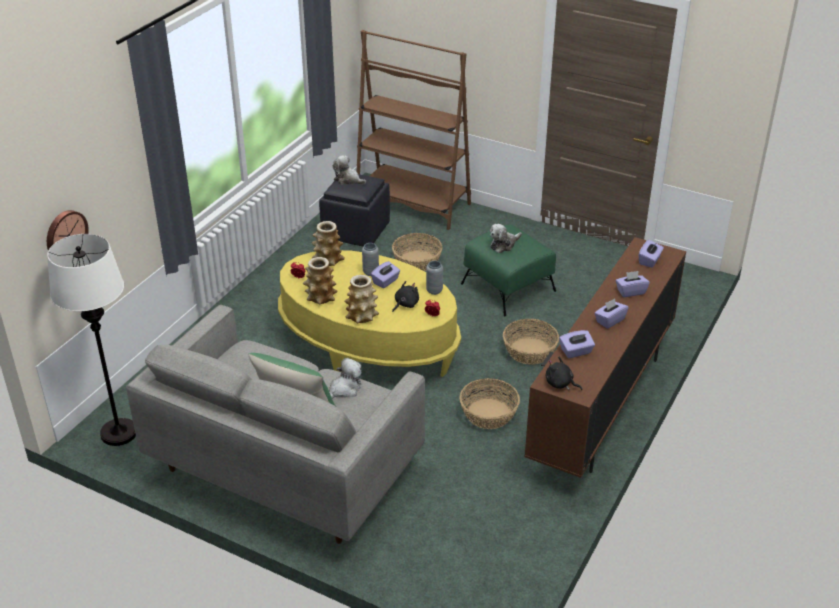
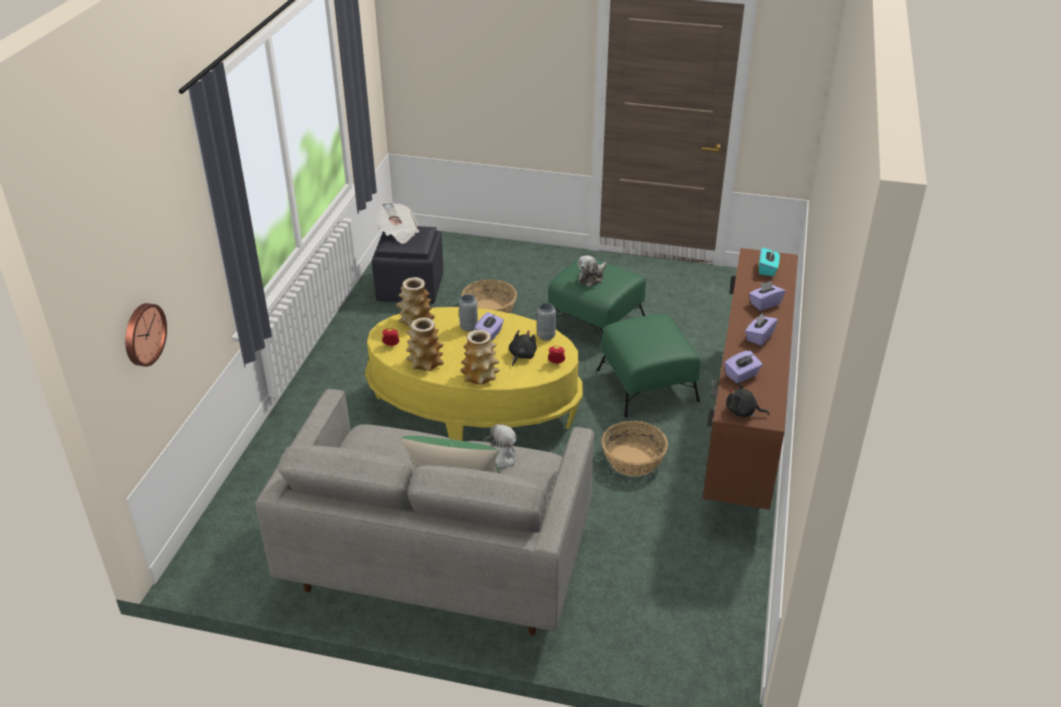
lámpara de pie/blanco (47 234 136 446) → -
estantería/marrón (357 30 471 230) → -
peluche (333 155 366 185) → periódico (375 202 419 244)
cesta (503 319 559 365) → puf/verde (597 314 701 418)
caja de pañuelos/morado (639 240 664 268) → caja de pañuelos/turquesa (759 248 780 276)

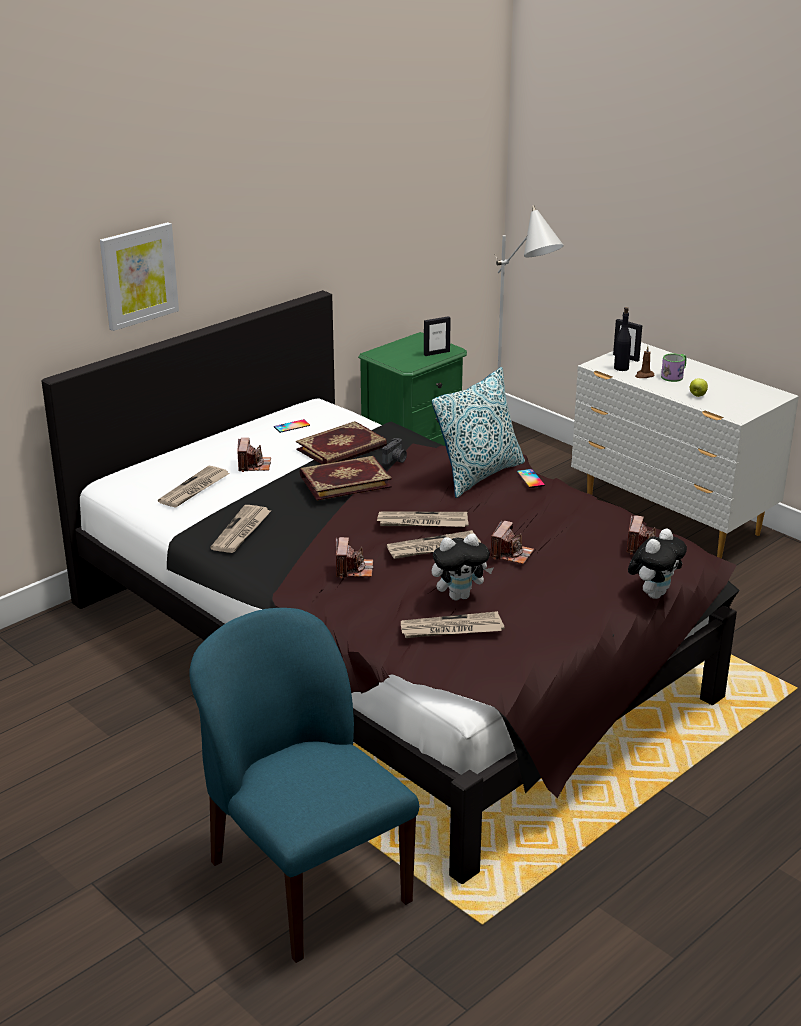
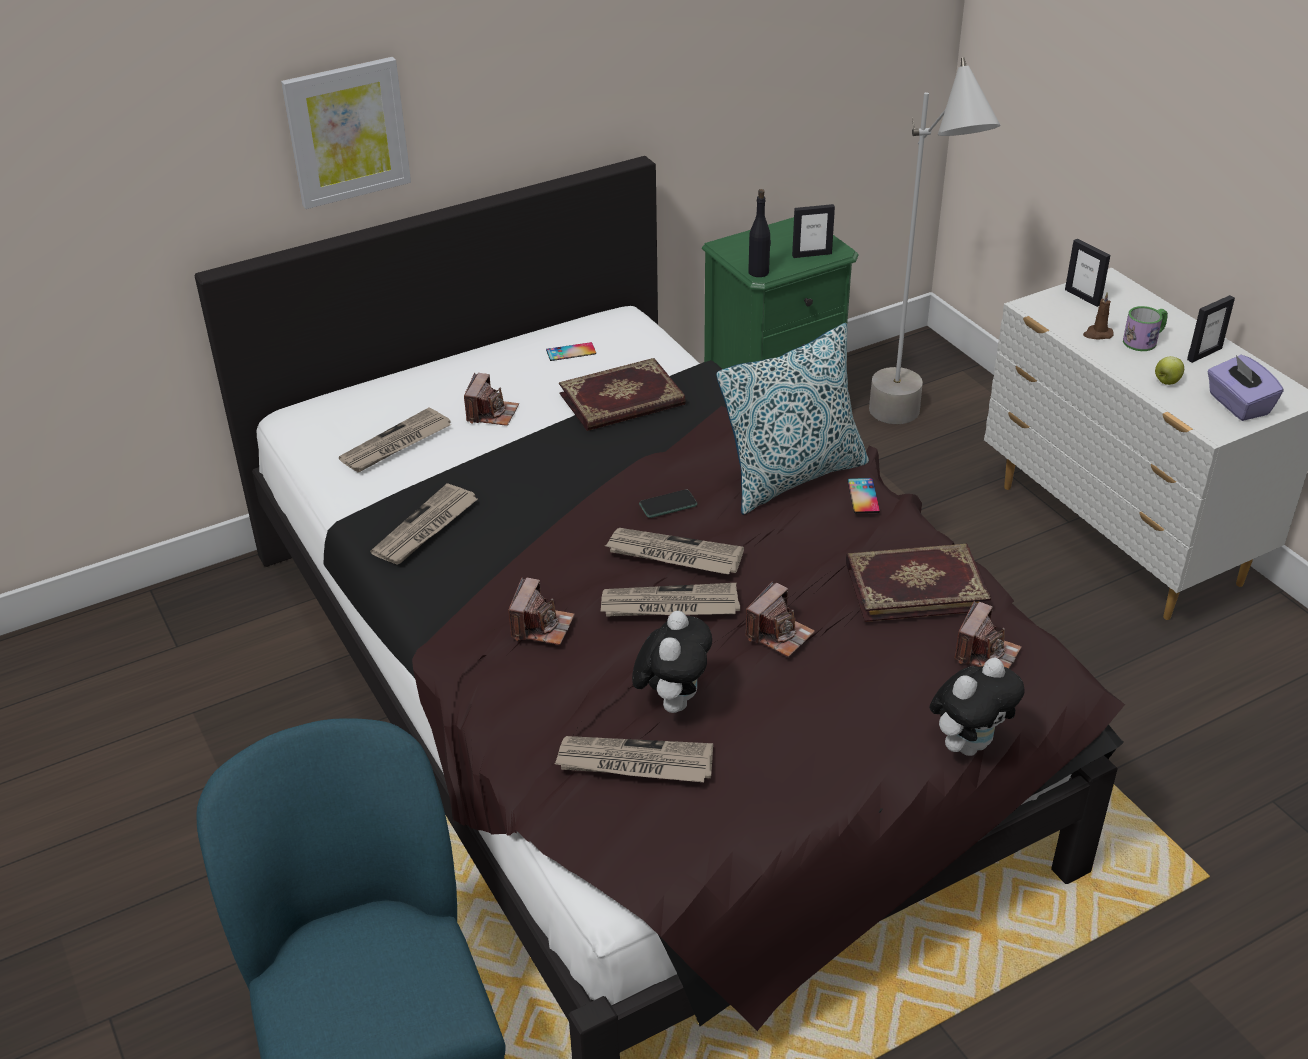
cámara (382 438 407 465) → -
- → móvil (639 490 697 518)
- → portarretratos (1187 295 1235 363)
- → caja de pañuelos/morado (1208 355 1283 421)
libro (300 456 392 500) → libro (846 544 991 622), move
botella/negro (614 307 631 371) → botella/negro (748 189 771 277), move
peluche (432 533 493 600) → peluche (632 611 712 713), 75 degrees counterclockwise

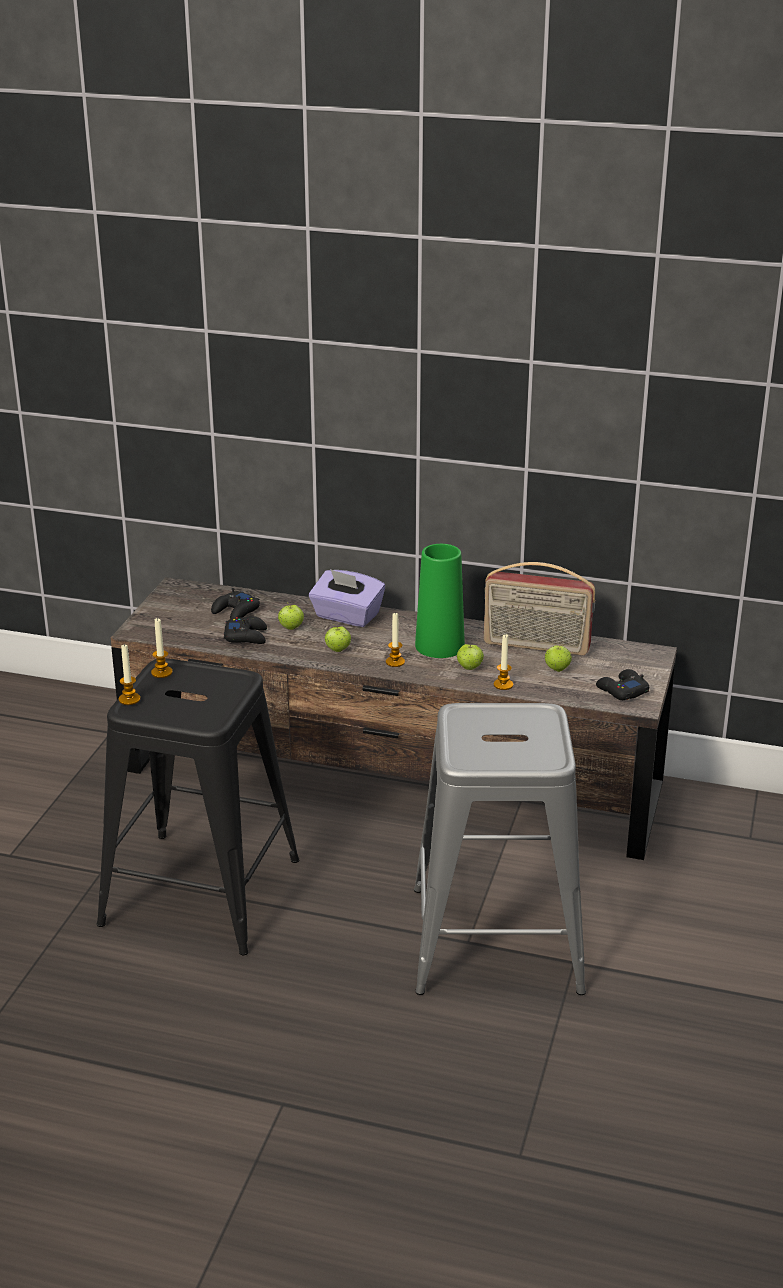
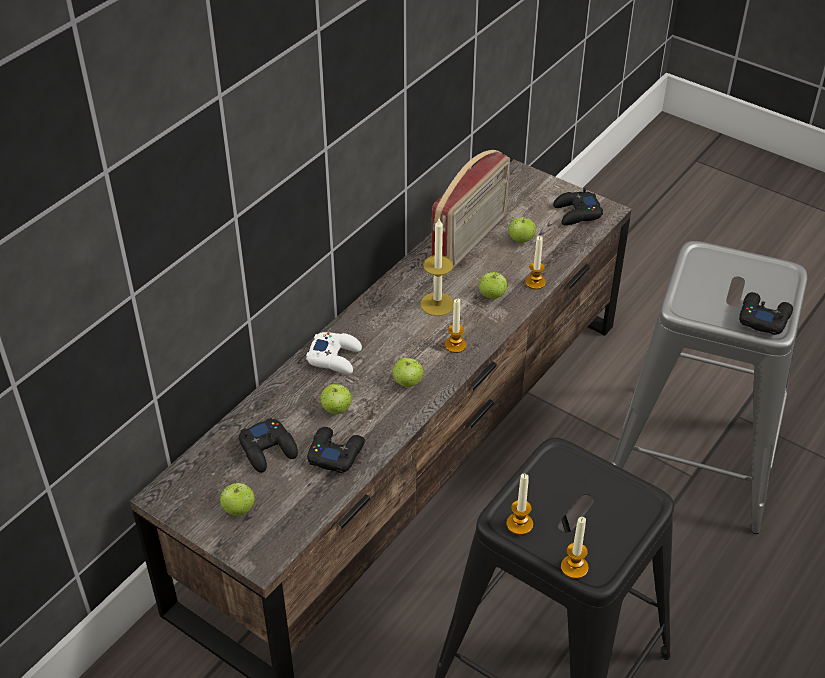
- → manzana (220 483 254 516)
- → mando de consola/negro (739 292 793 335)
caja de pañuelos/morado (309 569 385 627) → mando de consola/blanco (306 332 362 374)
florero/verde (415 544 465 658) → vela (420 219 454 316)

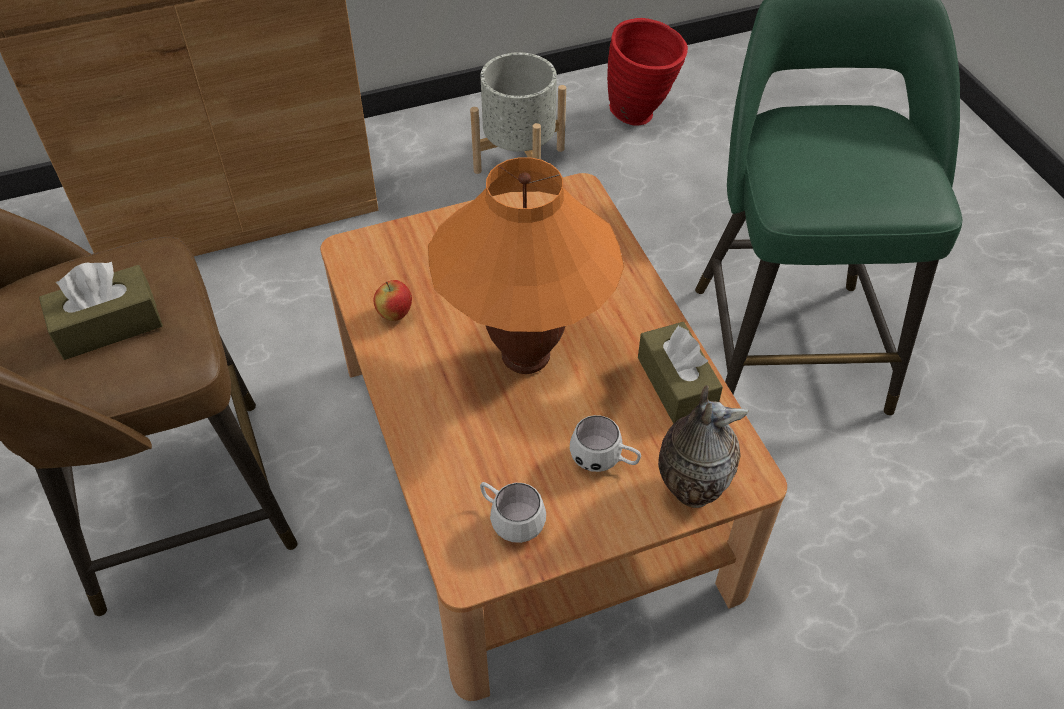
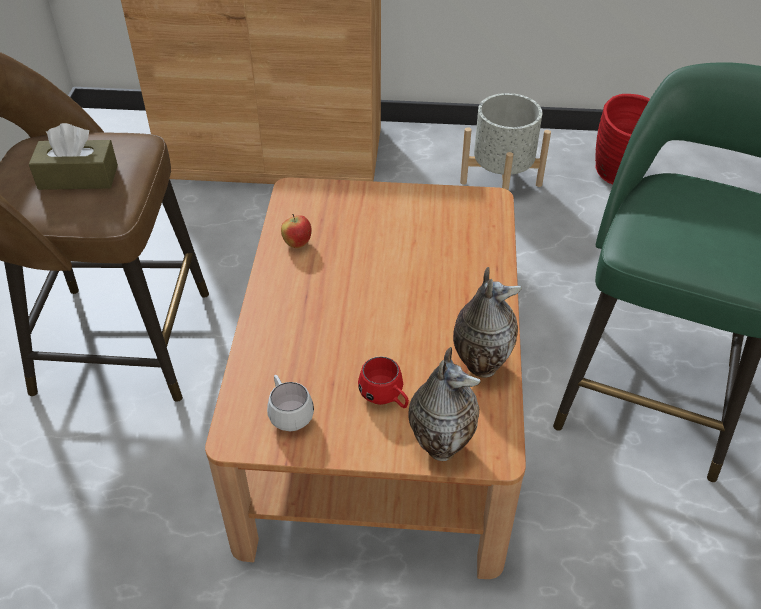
lámpara de mesa/naranja (428 157 624 374) → -
caja de pañuelos/marrón (638 322 723 423) → florero (453 267 522 378)
taza grande/blanco (570 415 641 472) → taza grande/rojo (358 356 409 408)

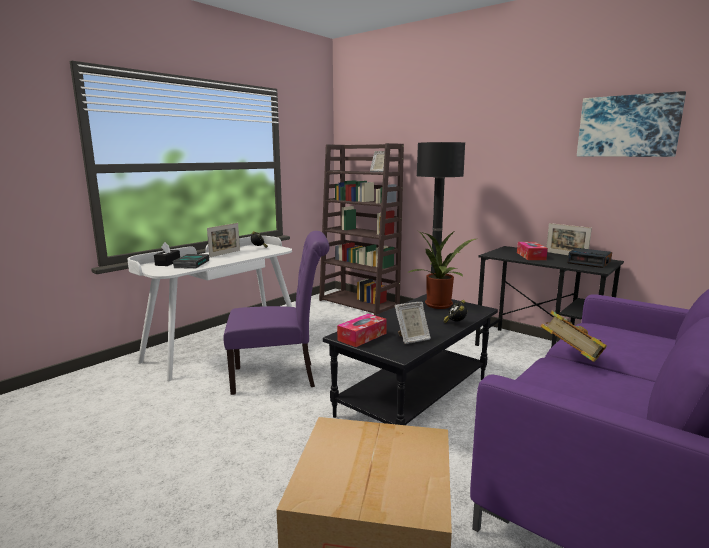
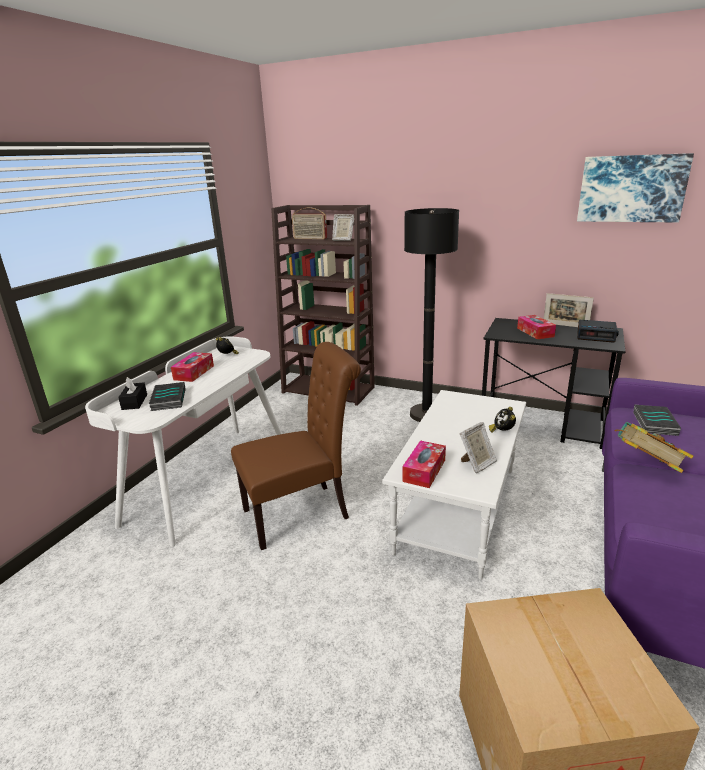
planta en maceta (407 230 476 309) → -
- → radio (292 207 327 240)
- → libro (633 404 681 436)
portarretratos (207 223 240 258) → caja de pañuelos (171 352 214 382)
silla/morado (223 231 330 395) → silla/marrón (231 342 361 550)
mesa de centro/negro (323 294 498 425) → mesa de centro/blanco (382 390 526 580)

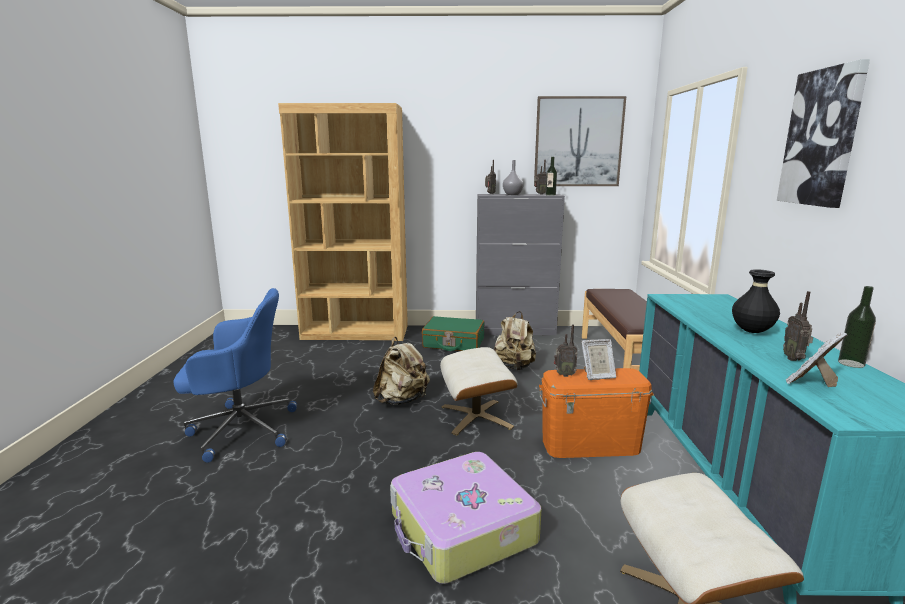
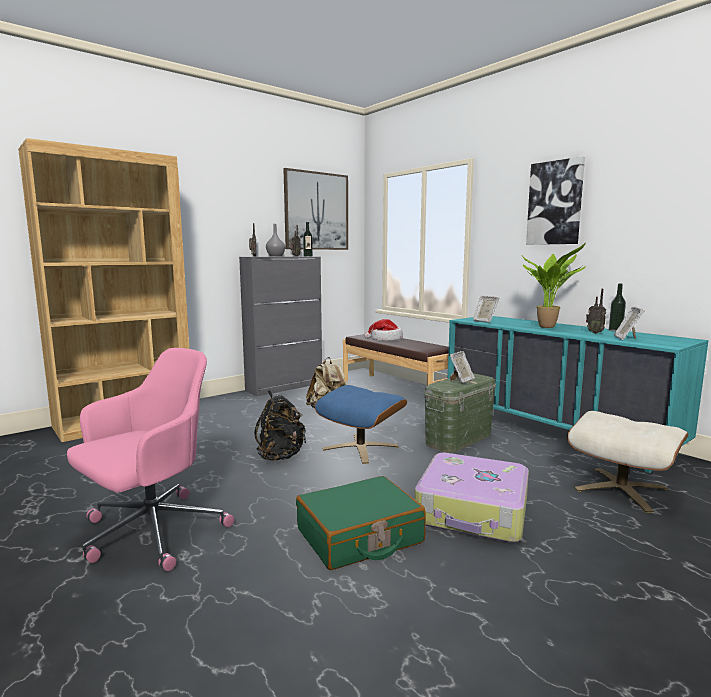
radio (554 324 578 377) → -
- → sombrero (364 319 403 341)
- → portarretratos (473 296 499 323)
maleta/verde (422 316 484 351) → maleta/verde (296 476 426 570), move
florero/negro (732 269 780 333) → planta en maceta (522 243 586 328)
silla de oficina/azul (173 288 297 463) → silla de oficina/rosa (67 348 234 571)
mochila/beis (373 337 430 405) → mochila/negro (254 390 306 460)
puf/beis (440 347 518 436) → puf/azul (315 385 407 464)
caja de almacenaje/naranja (539 368 654 458) → caja de almacenaje/verde (424 373 496 453)

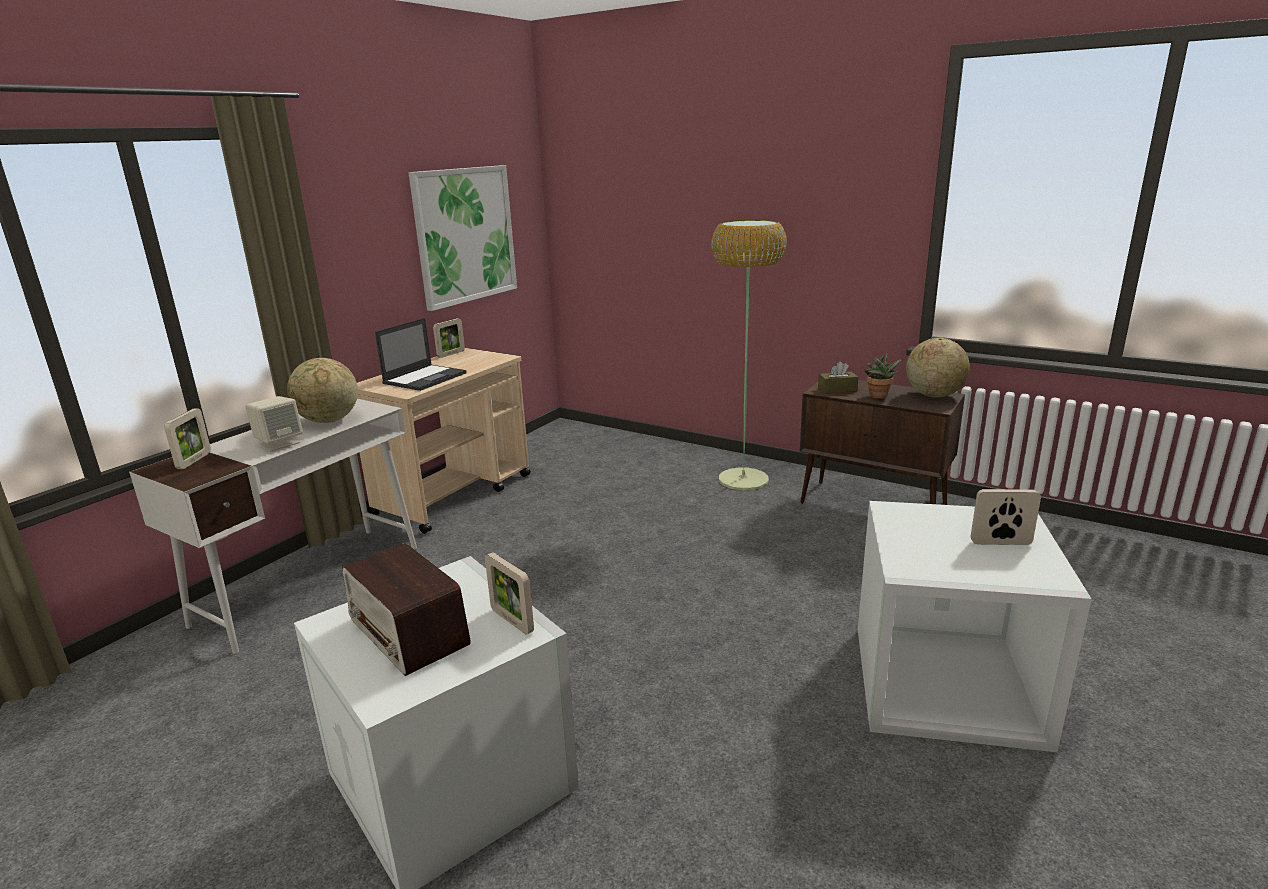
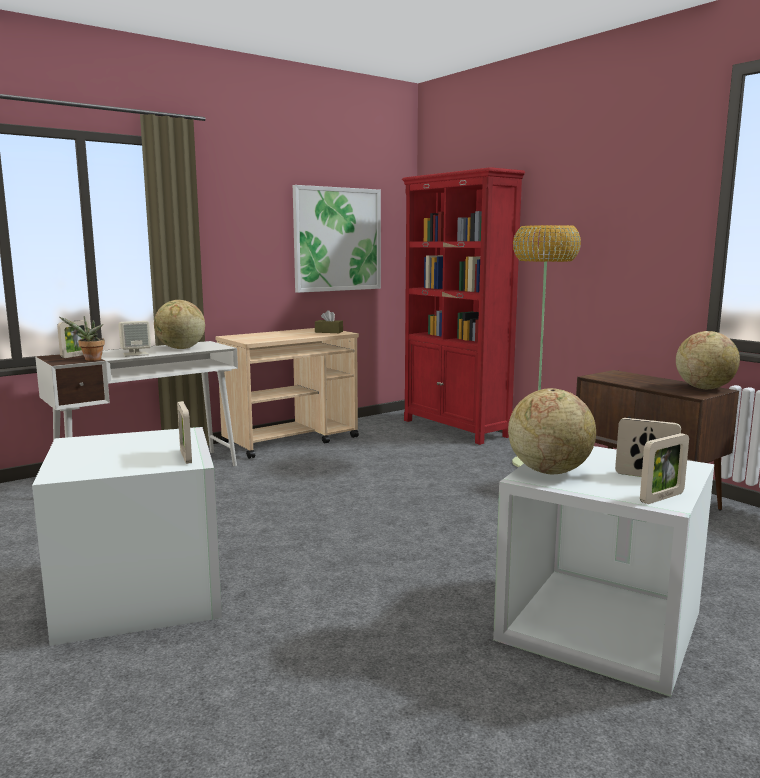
radio (342 543 471 676) → -
portátil (375 318 467 391) → -
- → estantería/rojo (402 167 525 445)
- → globo terráqueo (508 388 596 474)
portarretratos (433 318 465 358) → portarretratos (640 433 689 504), move
caja de pañuelos/marrón (818 361 858 393) → caja de pañuelos/marrón (315 310 343 333), move
planta en maceta (864 352 903 399) → planta en maceta (59 316 105 361), move

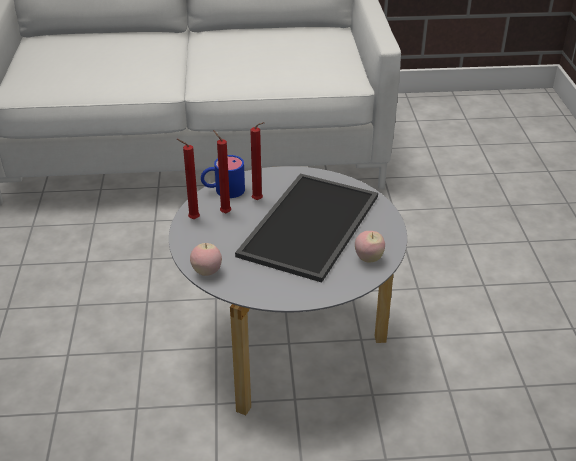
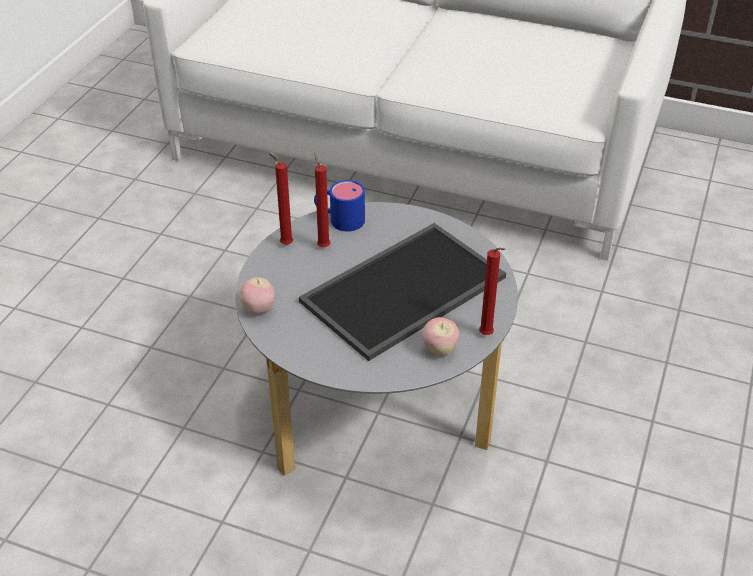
vela/rojo (250 122 265 200) → vela/rojo (479 248 506 335), move

